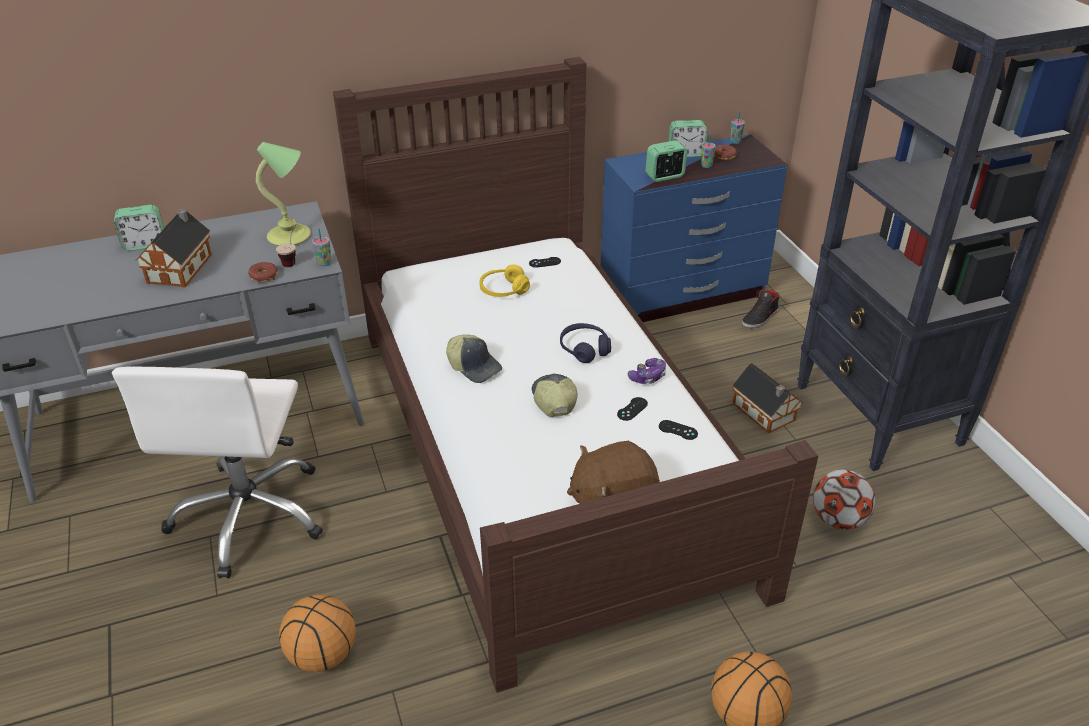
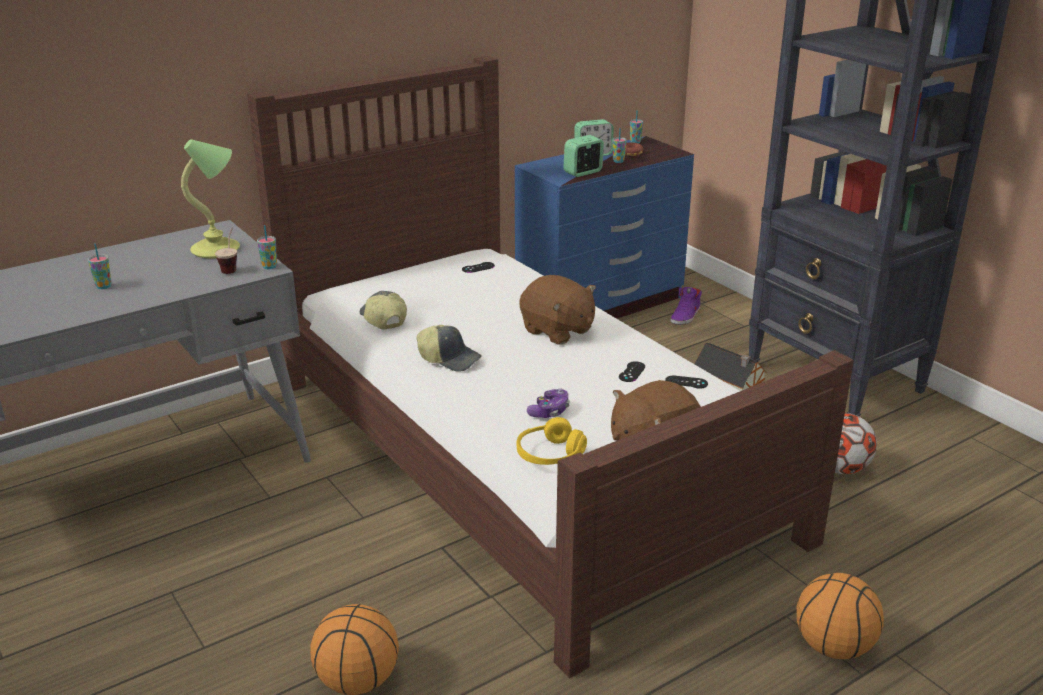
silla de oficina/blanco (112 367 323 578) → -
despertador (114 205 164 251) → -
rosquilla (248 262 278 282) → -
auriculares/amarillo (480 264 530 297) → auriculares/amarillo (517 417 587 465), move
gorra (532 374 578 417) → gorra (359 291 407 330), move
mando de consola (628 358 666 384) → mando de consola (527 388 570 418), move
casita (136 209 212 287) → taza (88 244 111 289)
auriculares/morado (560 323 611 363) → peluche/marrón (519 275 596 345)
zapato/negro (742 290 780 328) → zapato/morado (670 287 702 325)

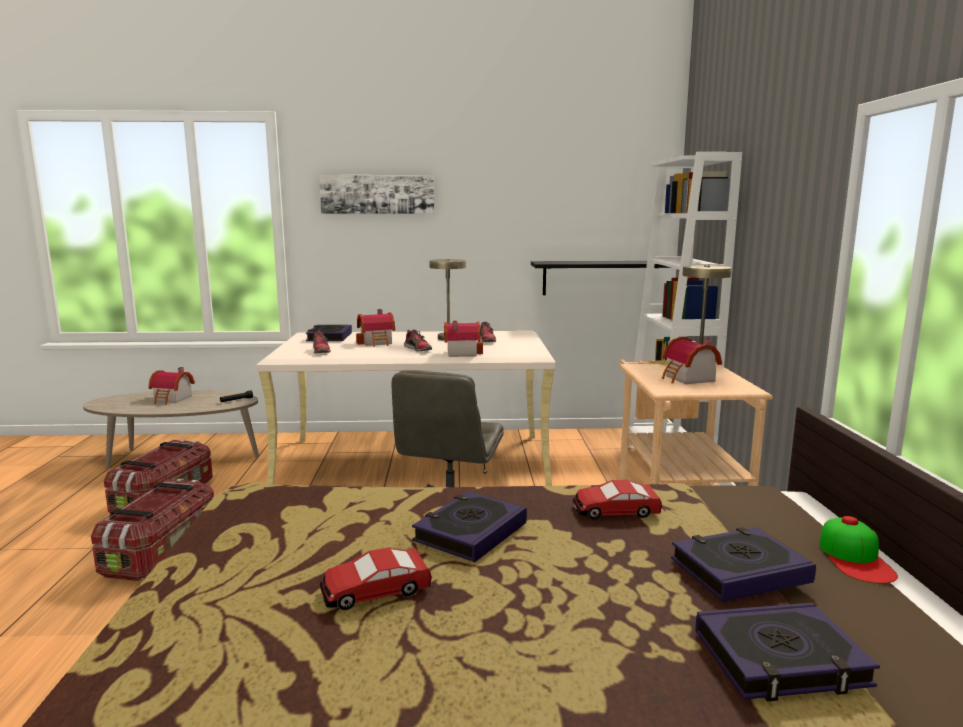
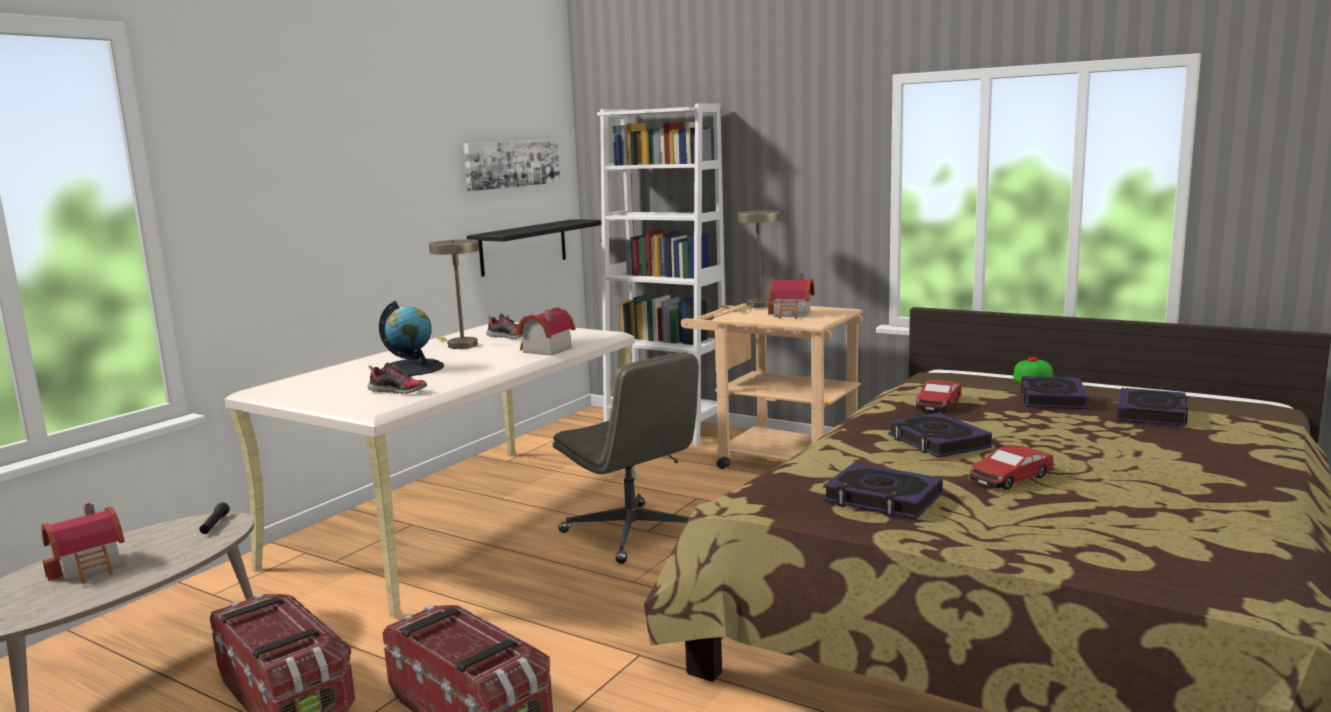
zapato (404 329 432 352) → -
libro (306 325 352 341) → libro (823 463 943 519), move
cuadro (319 175 434 214) → cuadro (463 140 560 191), move
casita (356 309 395 347) → globo terráqueo (379 301 444 376)
coche de juguete (320 547 432 610) → coche de juguete (970 445 1053 490), 45 degrees clockwise

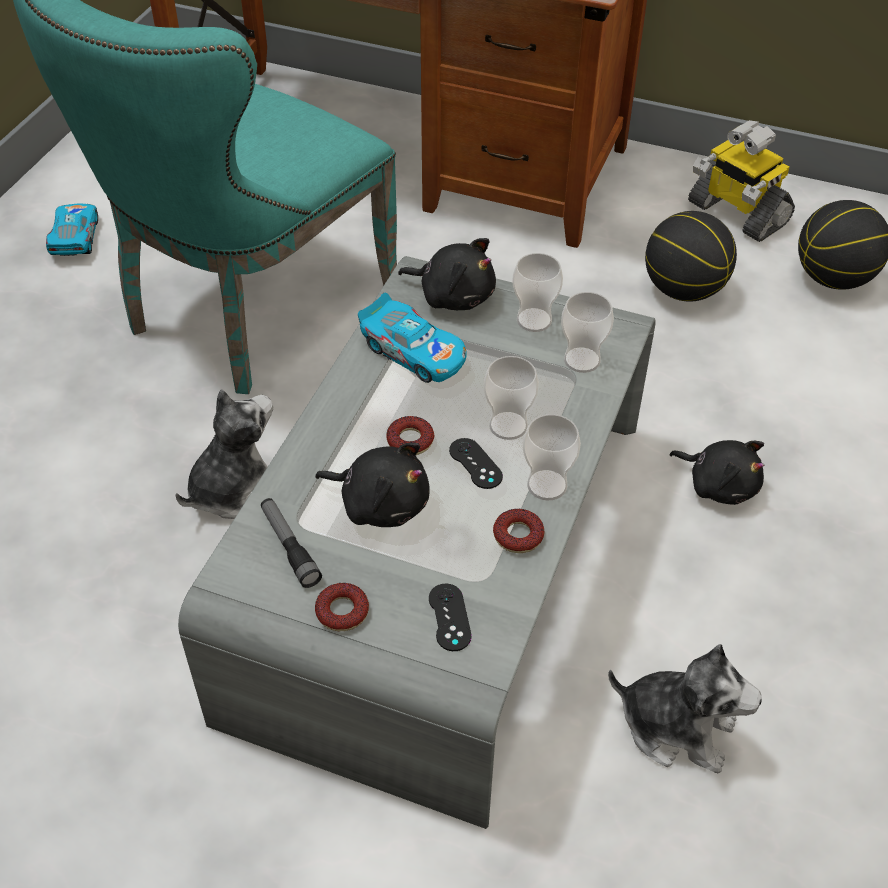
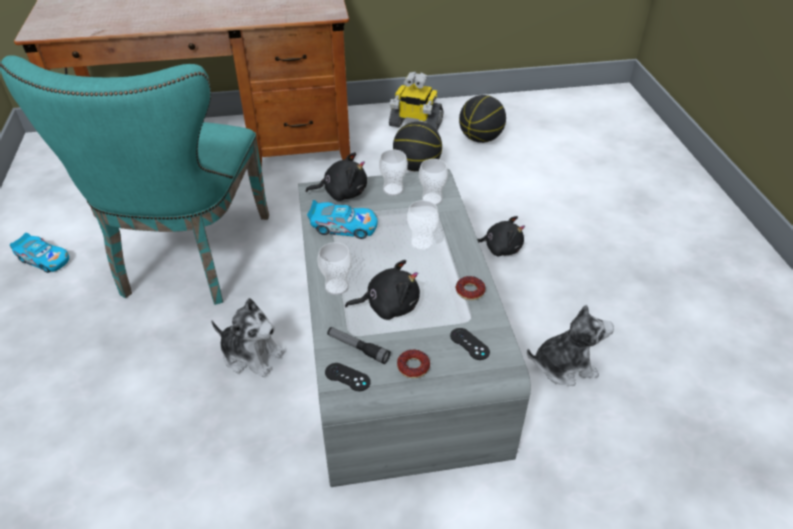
rosquilla (386 416 434 455) → -
mando de consola/negro (449 438 503 489) → mando de consola/negro (325 363 371 391), move
taza (523 414 581 501) → taza (317 242 352 295), move
coche de juguete (46 203 98 256) → coche de juguete (10 233 69 273), 150 degrees clockwise
peluche (175 389 273 519) → peluche (211 298 285 377), 105 degrees clockwise

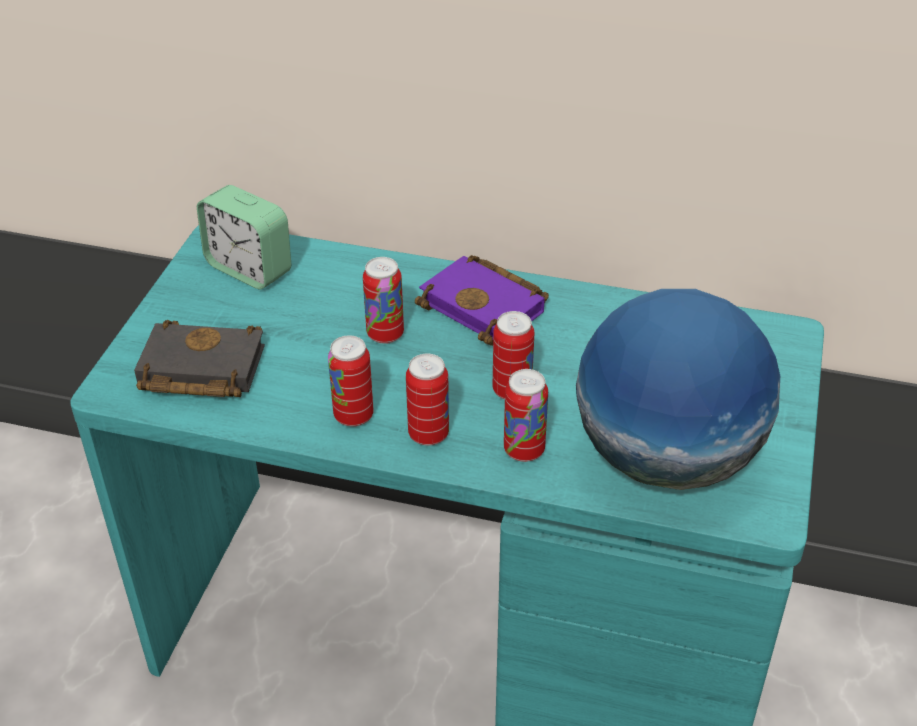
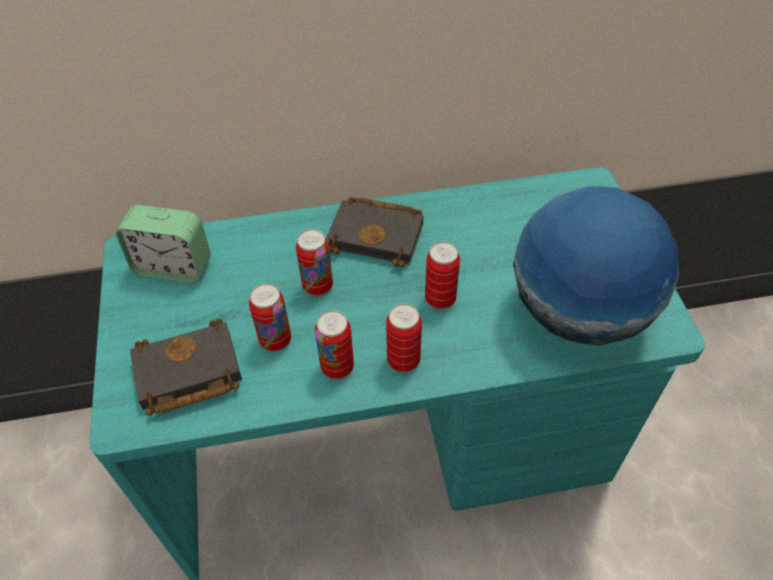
lata (504 369 548 462) → lata (249 283 291 352), move
libro/morado (415 255 549 346) → libro/negro (326 197 423 268)

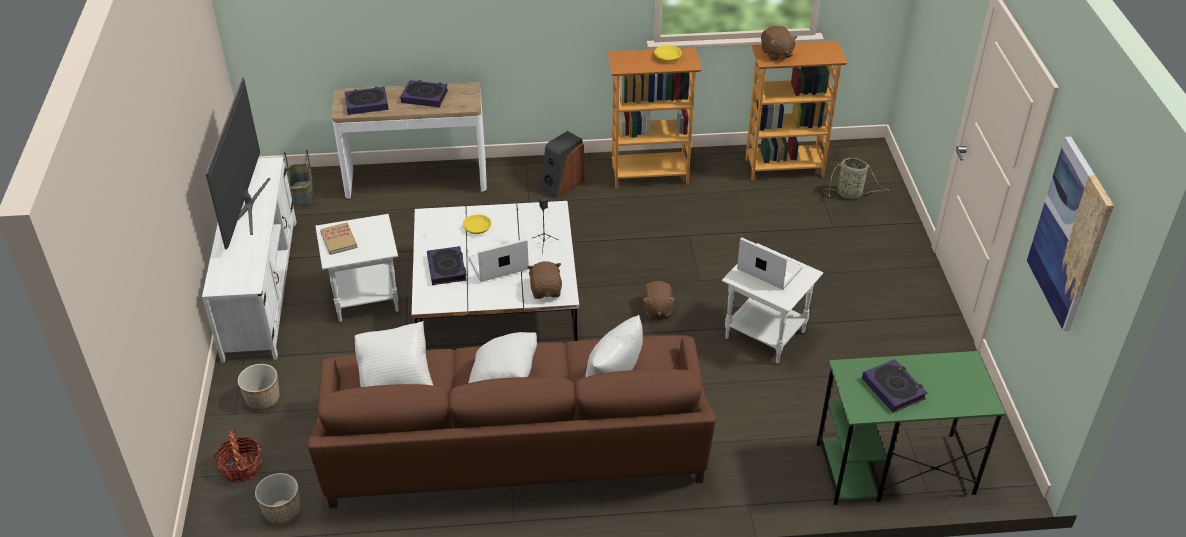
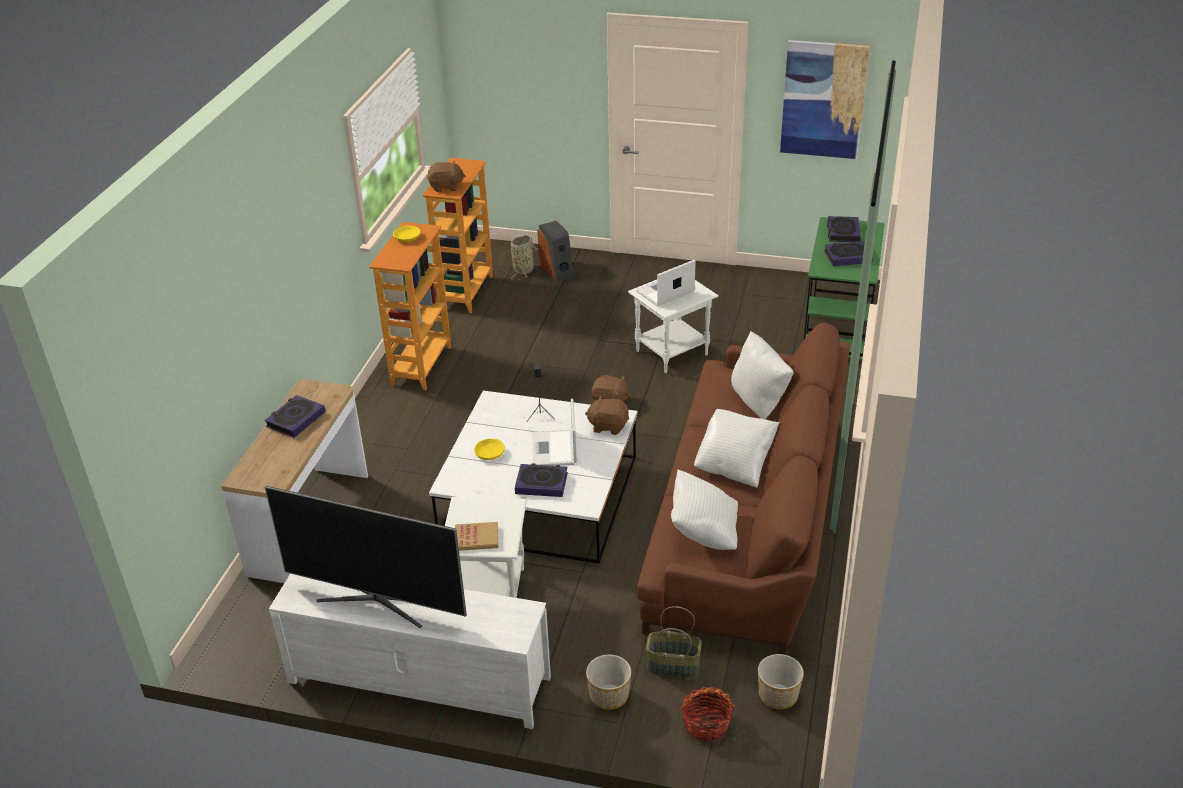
cesta (283 150 313 206) → cesta (646 606 702 678), move
libro (345 87 389 115) → libro (827 216 861 242), move
altavoz (540 131 584 198) → altavoz (537 221 574 283), move

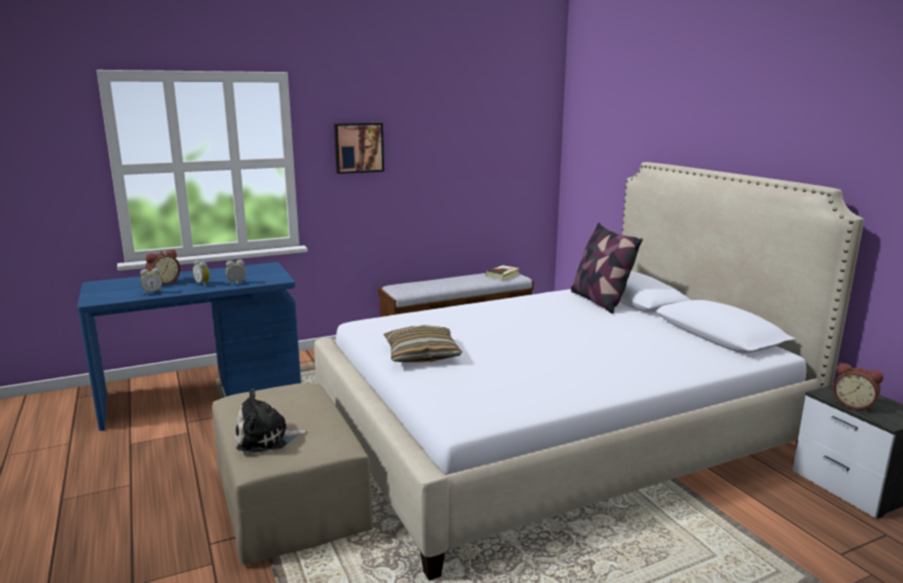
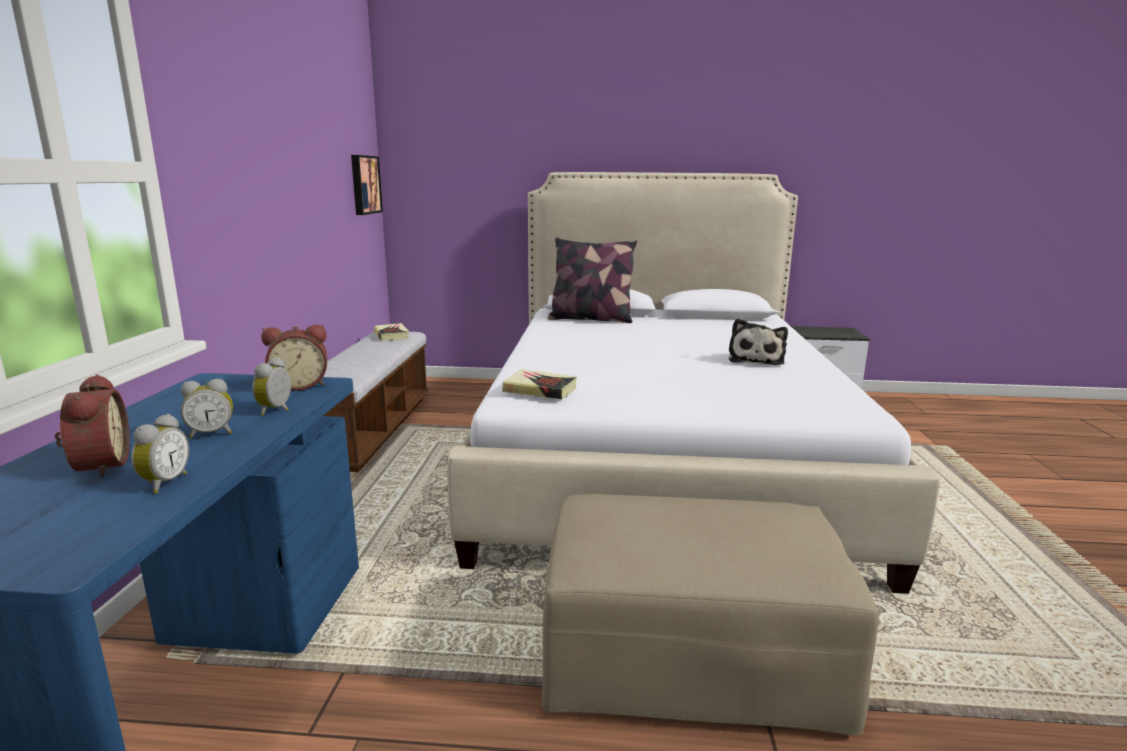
cojín (384 325 462 363) → -
- → libro (502 369 577 399)
peluche (235 389 309 453) → peluche (728 319 788 365), move
cuadro (334 123 384 174) → cuadro (351 155 383 215), move
despertador (833 363 883 411) → despertador (261 325 327 391), move

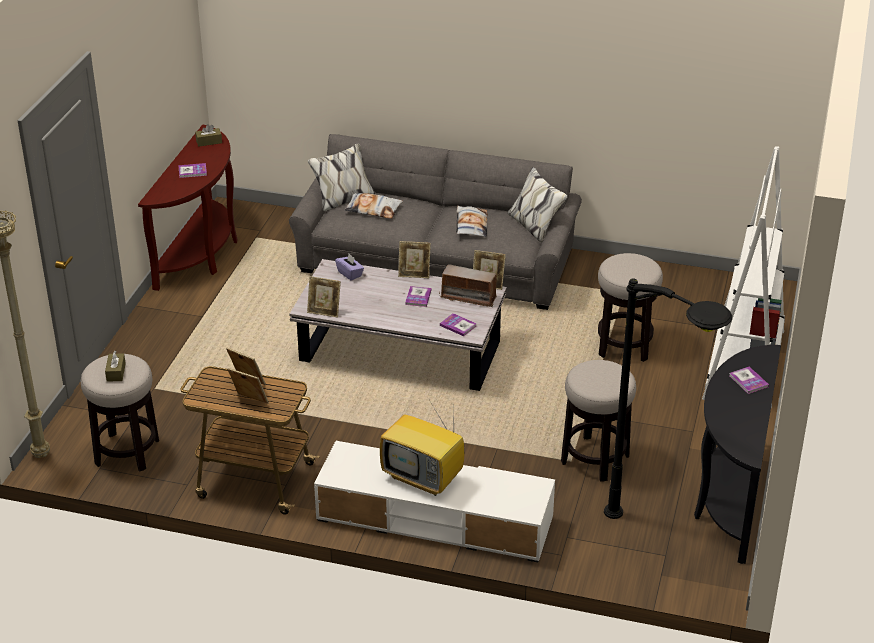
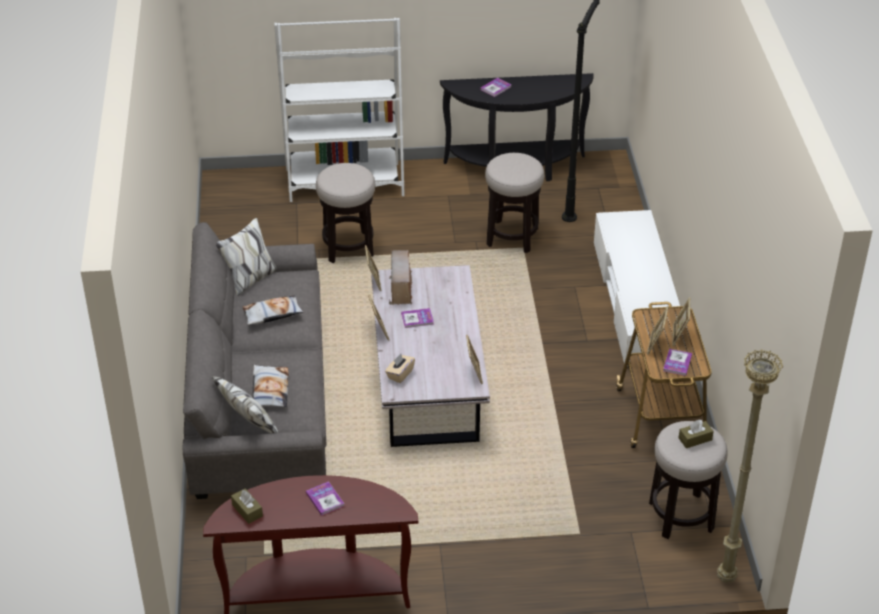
televisor (380 398 464 496) → -
libro (440 313 477 336) → libro (663 349 692 376), move
caja de pañuelos/morado (335 254 364 281) → caja de pañuelos/beis (385 354 415 383)

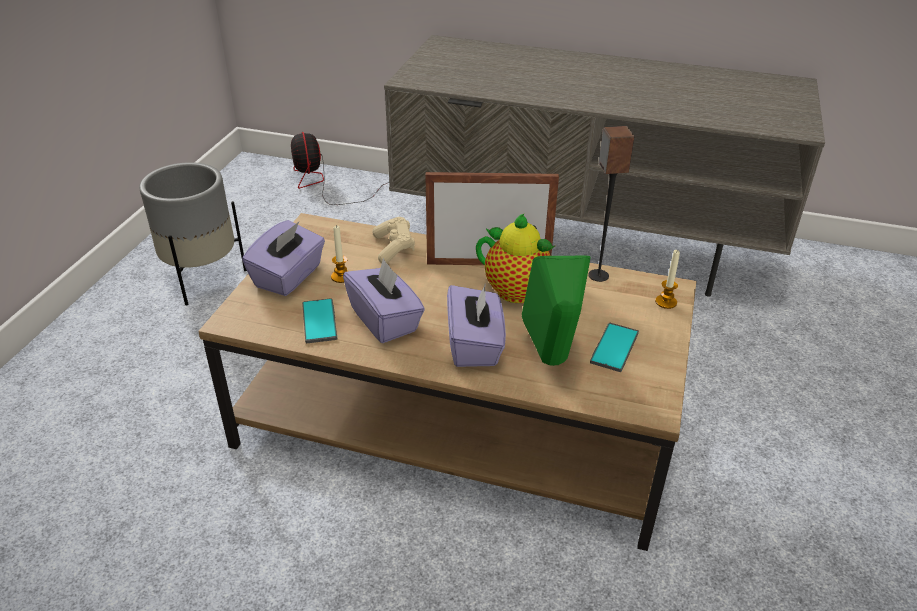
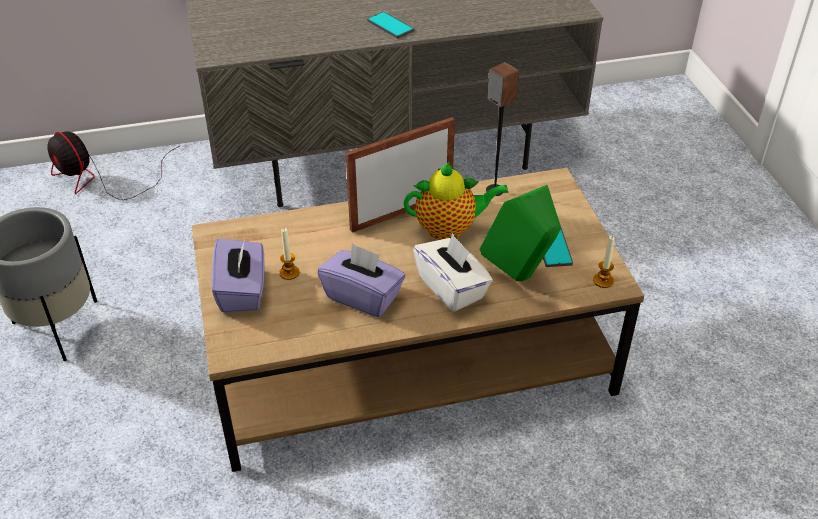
mando de consola/beis (373 217 415 263) → -
móvil (302 298 337 343) → móvil (367 12 414 38), move
vela (655 250 680 309) → vela (593 236 615 288), move
caja de pañuelos/morado (447 283 506 367) → caja de pañuelos/blanco (413 233 493 312)

